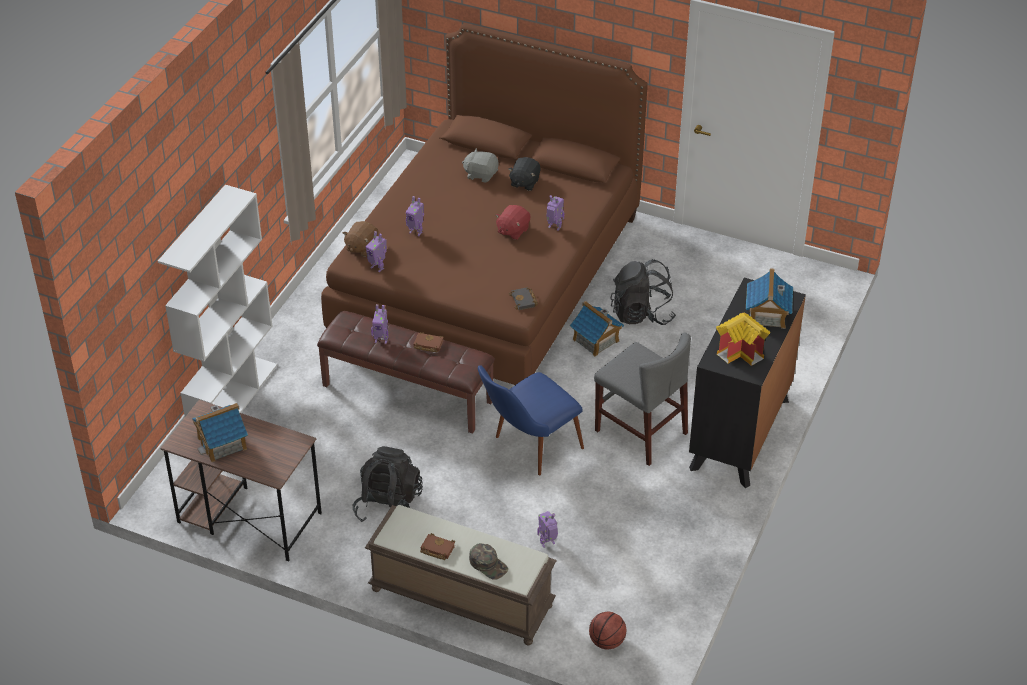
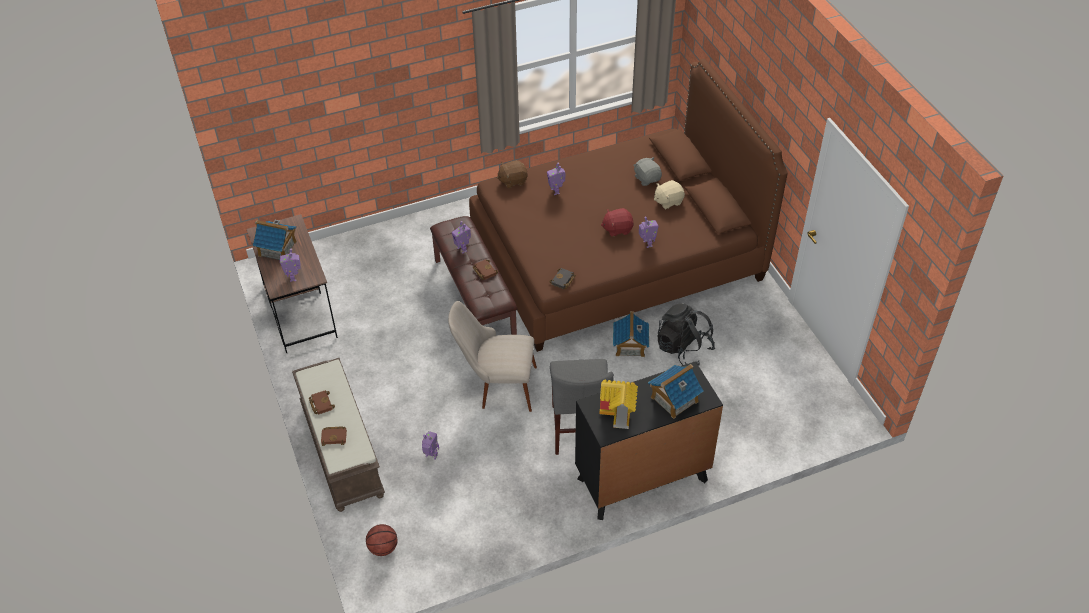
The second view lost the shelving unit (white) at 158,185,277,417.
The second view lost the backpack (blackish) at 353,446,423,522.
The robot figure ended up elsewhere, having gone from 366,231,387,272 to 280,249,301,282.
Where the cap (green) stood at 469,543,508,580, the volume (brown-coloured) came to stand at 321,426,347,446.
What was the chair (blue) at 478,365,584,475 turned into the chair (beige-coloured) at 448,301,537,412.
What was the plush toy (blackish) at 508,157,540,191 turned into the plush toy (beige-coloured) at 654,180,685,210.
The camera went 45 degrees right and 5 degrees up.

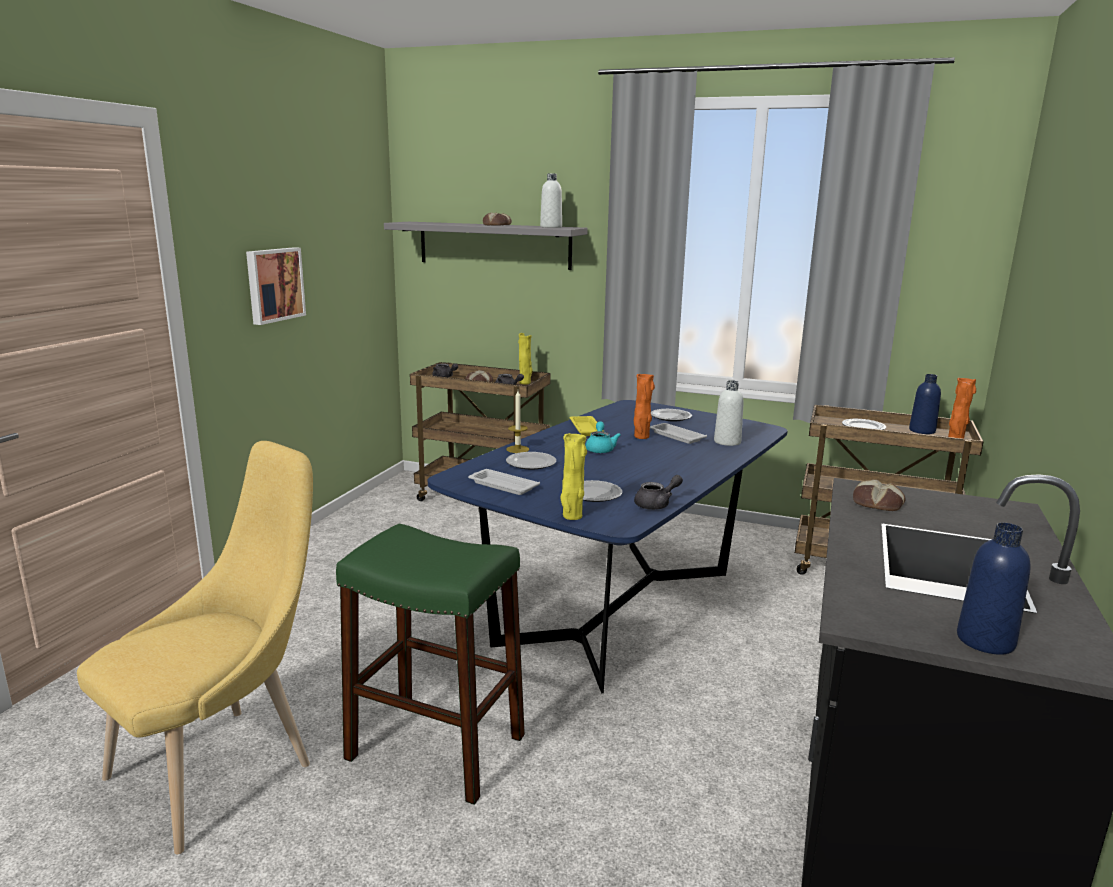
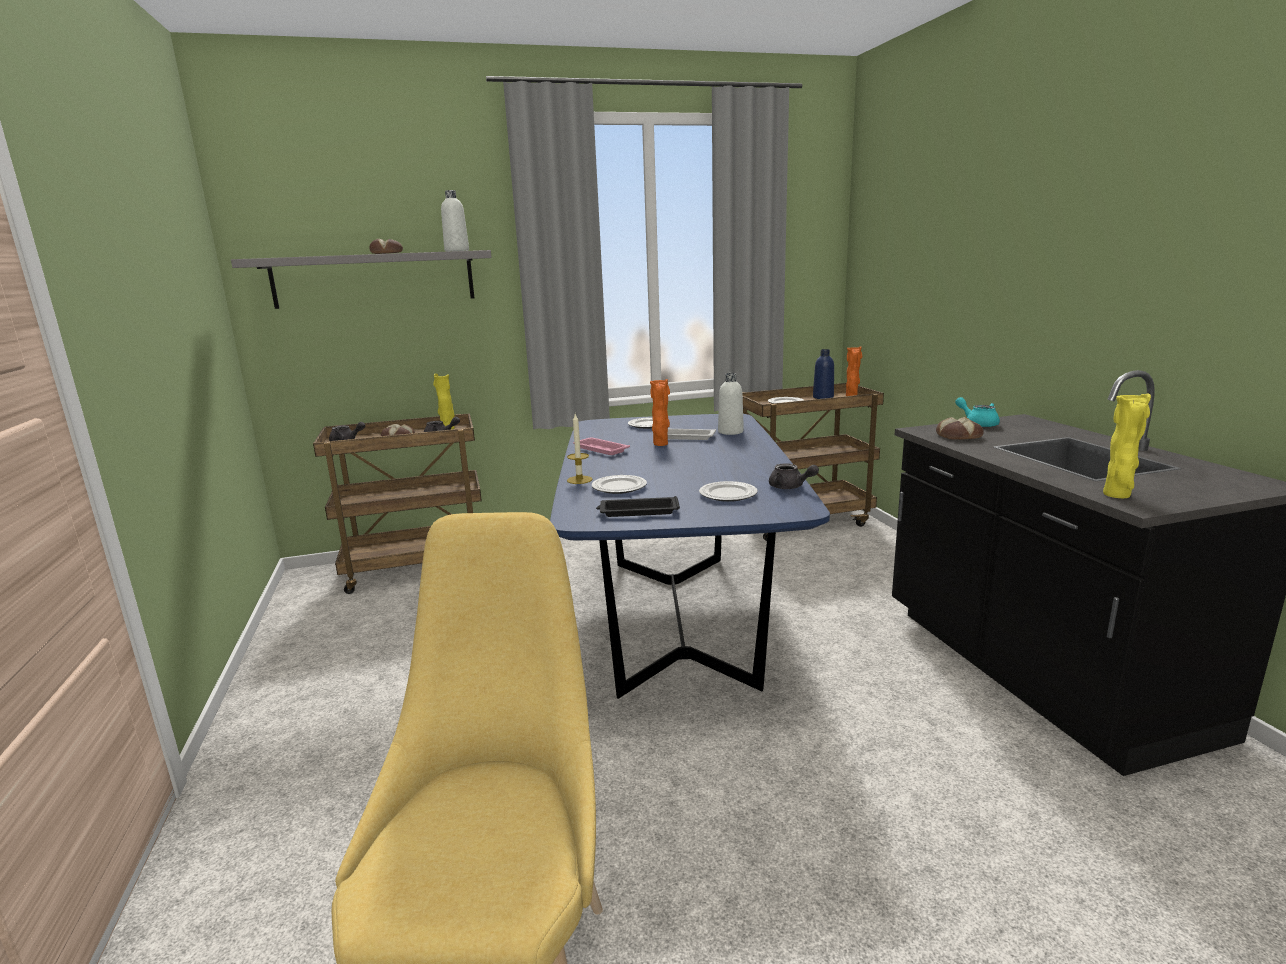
The second view lost the picture at 246,247,306,325.
The second view lost the stool (green) at 336,524,525,805.
What was the serving tray (white) at 468,469,540,495 turned into the serving tray (blackish) at 596,496,680,517.
The decorative vase (yellowish) ended up elsewhere, having gone from 560,433,587,520 to 1103,394,1151,498.
What was the serving tray (yellowish) at 570,416,604,436 turned into the serving tray (pink-coloured) at 573,437,630,455.
The tea pot (turquoise) ended up elsewhere, having gone from 585,421,621,453 to 955,397,1000,427.
The tea pot (greyish) at 634,475,683,510 ended up facing another way, 105 degrees clockwise from before.
The second view lost the drink bottle (blue) at 957,523,1031,655.
The camera went 35 degrees left and 0 degrees up.

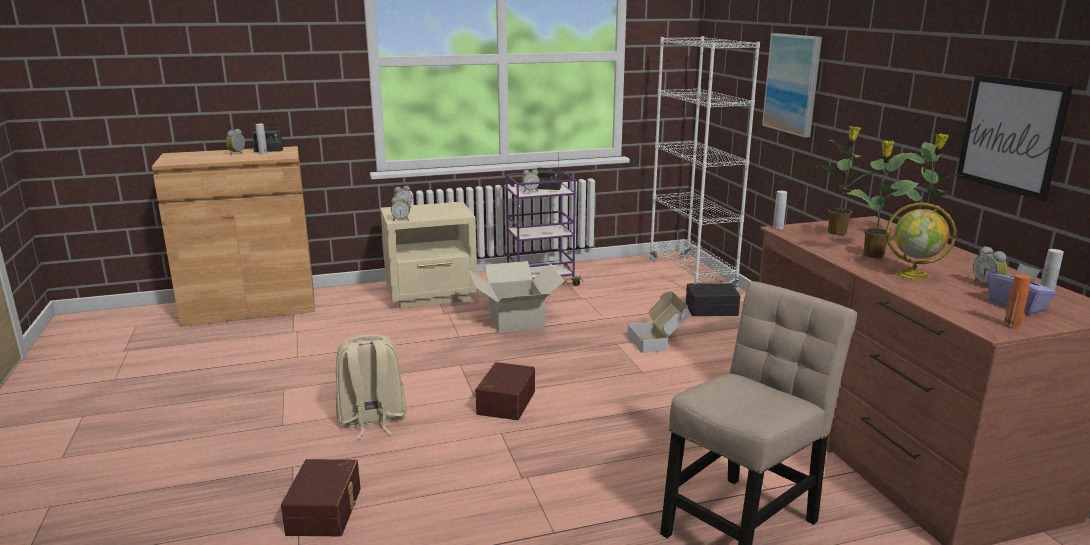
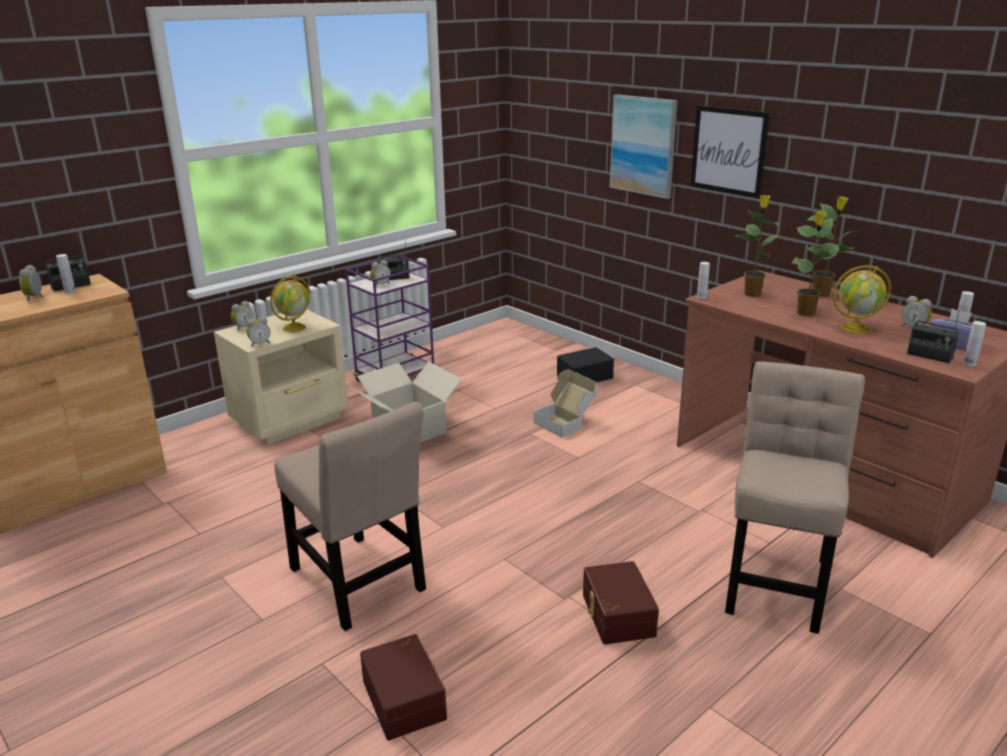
Where the backpack (beige-coloured) stood at 336,335,406,439, the chair (beige-coloured) came to stand at 274,402,426,631.
The storage box (brown-coloured) ended up elsewhere, having gone from 475,362,535,420 to 583,561,659,645.
The second view lost the shelving unit (white) at 649,36,760,288.
The picture ended up elsewhere, having gone from 956,74,1073,201 to 691,105,770,199.
What was the drink bottle (orange) at 1004,274,1031,329 turned into the drink bottle (white) at 963,321,986,366.
The second view gained the globe at 270,276,311,332.
The second view gained the radio set at 907,305,961,364.
The camera went 25 degrees left and 5 degrees up.

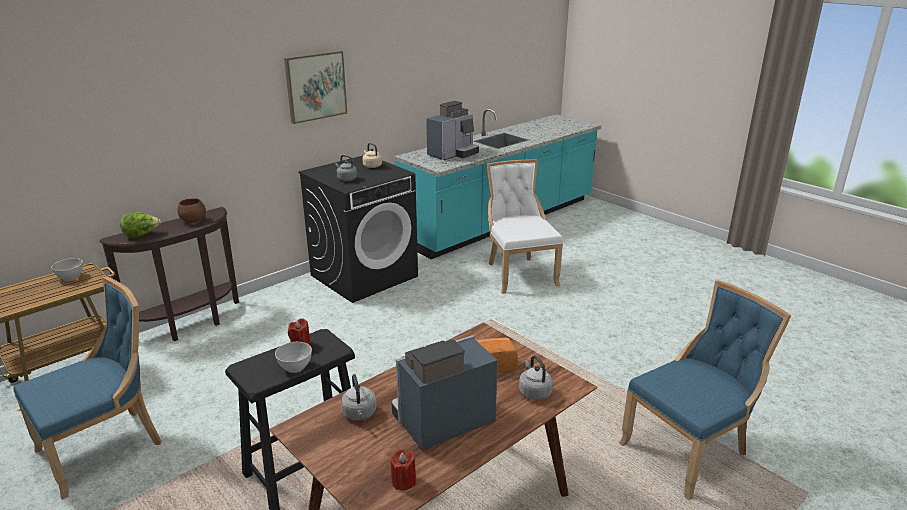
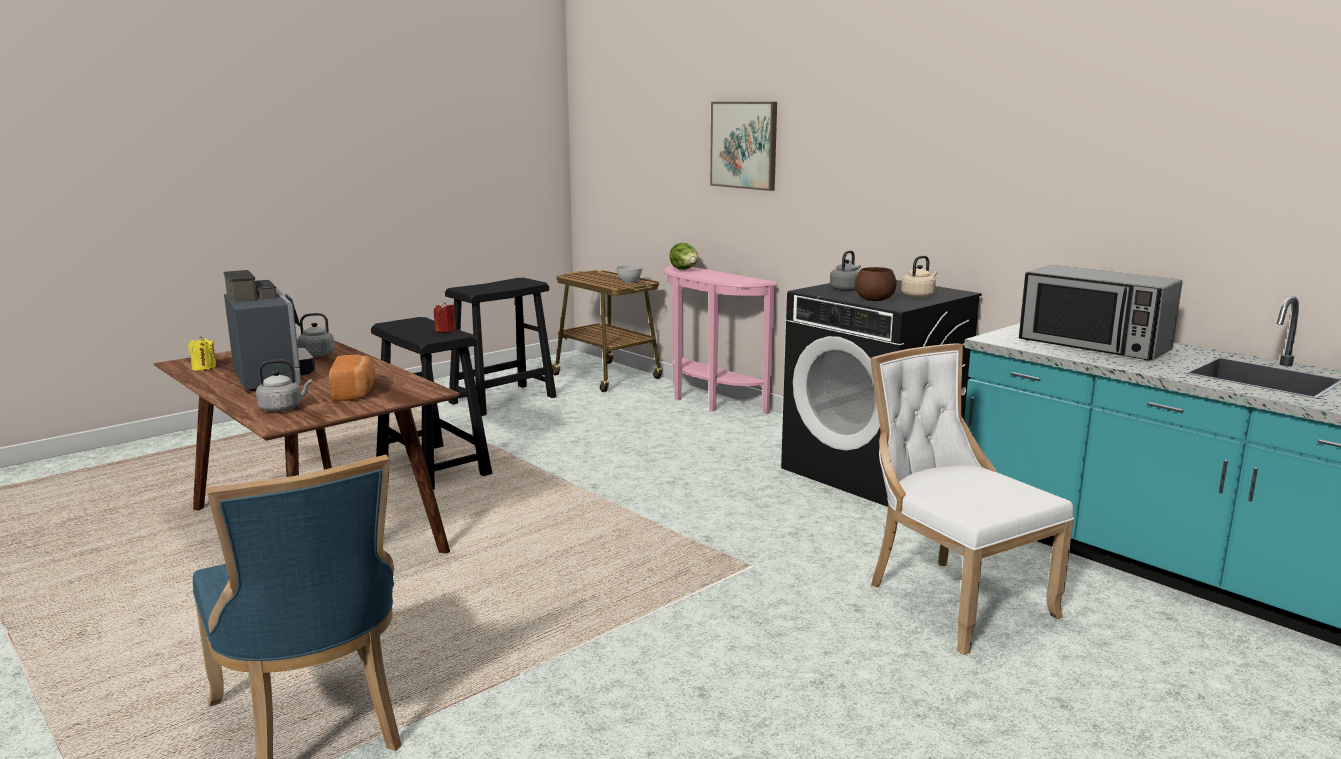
Where the chair (blue) stood at 13,277,162,500, the stool (blackish) came to stand at 445,278,556,416.
What was the narrow table (brown-coloured) at 99,207,239,341 turned into the narrow table (pink-coloured) at 663,265,777,414.
The serving bowl (brown-coloured) ended up elsewhere, having gone from 177,198,206,223 to 855,267,897,301.
The second view lost the serving bowl (greyish) at 275,342,312,373.
The picture ended up elsewhere, having gone from 284,51,347,124 to 710,102,777,191.
What was the candle (red) at 390,450,416,490 turned into the candle (yellowish) at 188,336,216,371.
Where the coffee machine stood at 426,101,479,160, the kitchen microwave came to stand at 1019,265,1182,360.
The chair (white) at 487,159,563,294 ended up facing another way, 105 degrees counterclockwise from before.
The camera went 90 degrees right and 10 degrees down.

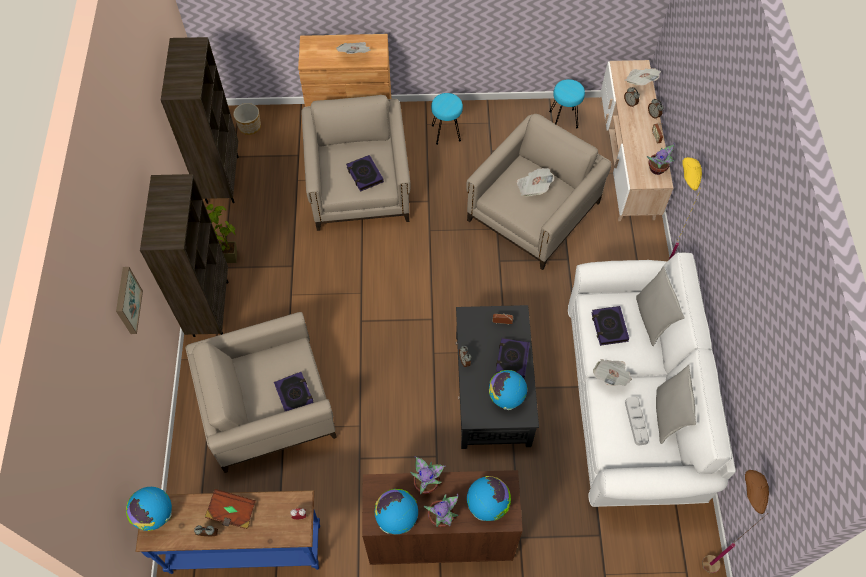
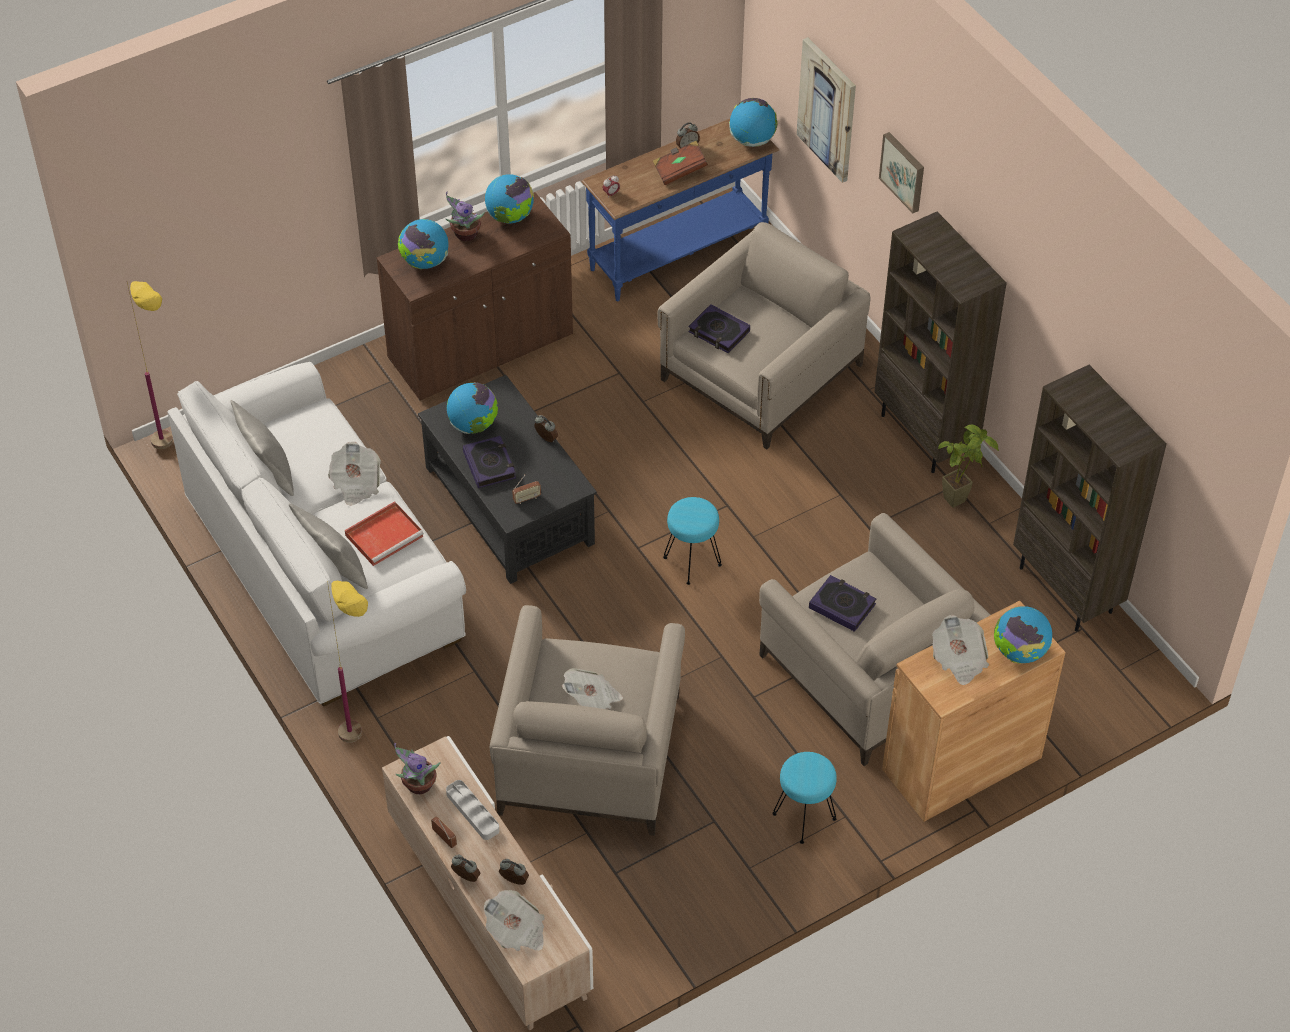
The second view lost the planter at 233,103,261,135.
The second view lost the houseplant at 410,456,446,494.
The stool (turquoise) ended up elsewhere, having gone from 549,79,585,128 to 663,497,722,585.
Where the volume stood at 591,306,629,346, the serving tray (red) came to stand at 345,501,424,566.
The serving tray (greyish) ended up elsewhere, having gone from 625,397,649,445 to 446,780,499,840.
What was the floor lamp (brown-coloured) at 702,470,769,573 turned into the floor lamp (yellowish) at 127,281,173,449.
The second view gained the picture at 796,37,856,183.
The second view gained the globe at 994,606,1052,664.
The camera went 150 degrees right and 10 degrees down.

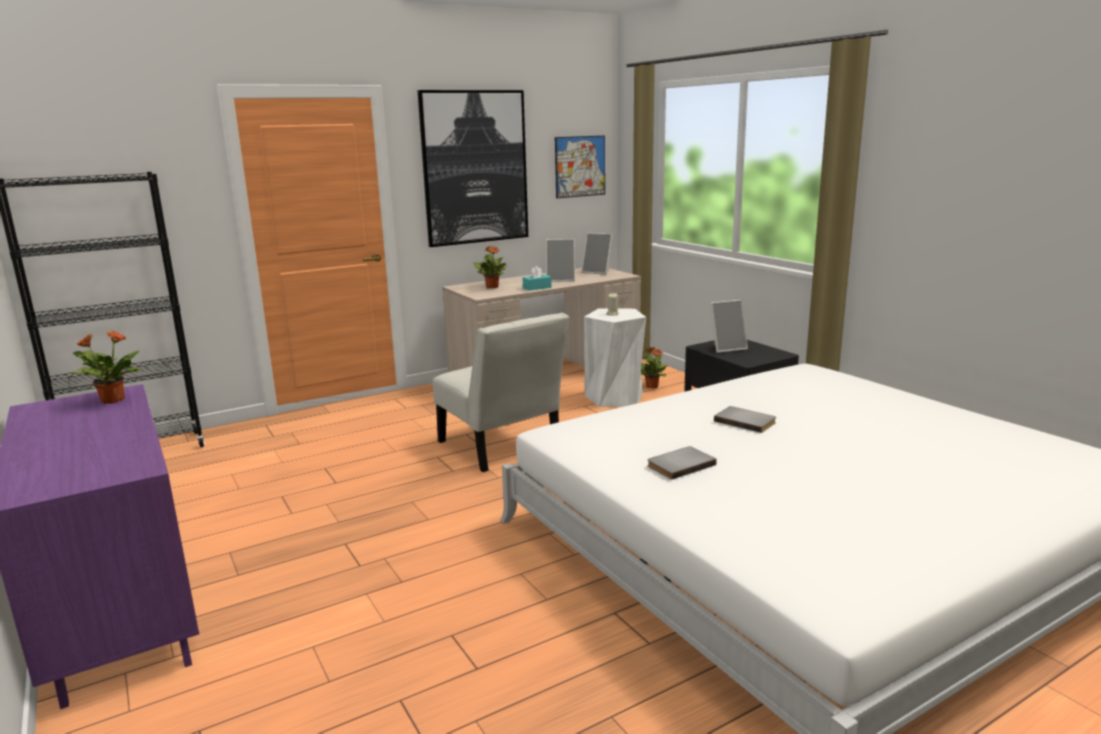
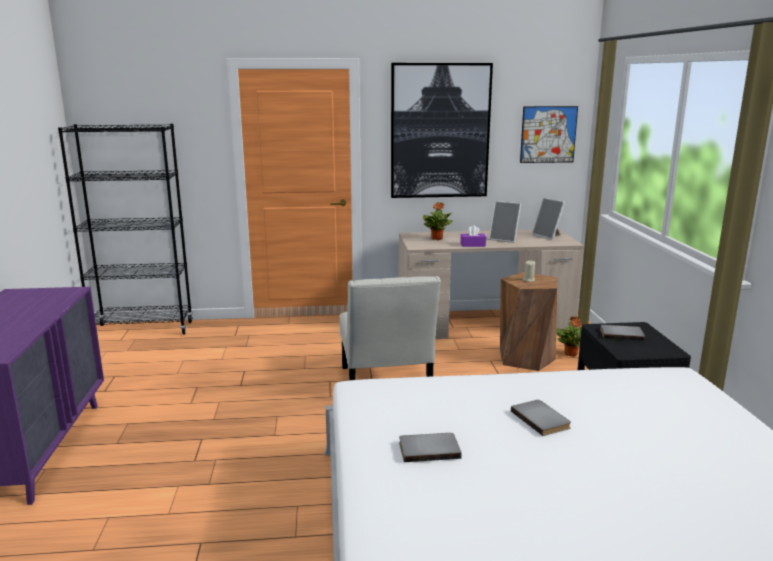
The second view lost the houseplant at 69,330,141,404.
What was the box of tissues (turquoise) at 523,266,552,291 turned into the box of tissues (purple-coloured) at 461,225,486,247.
What was the stool (white) at 584,308,646,407 turned into the stool (brown-coloured) at 500,272,558,371.
Where the photo frame stood at 710,300,748,353, the volume (greyish) came to stand at 600,325,645,341.
The camera went 25 degrees right and 0 degrees up.

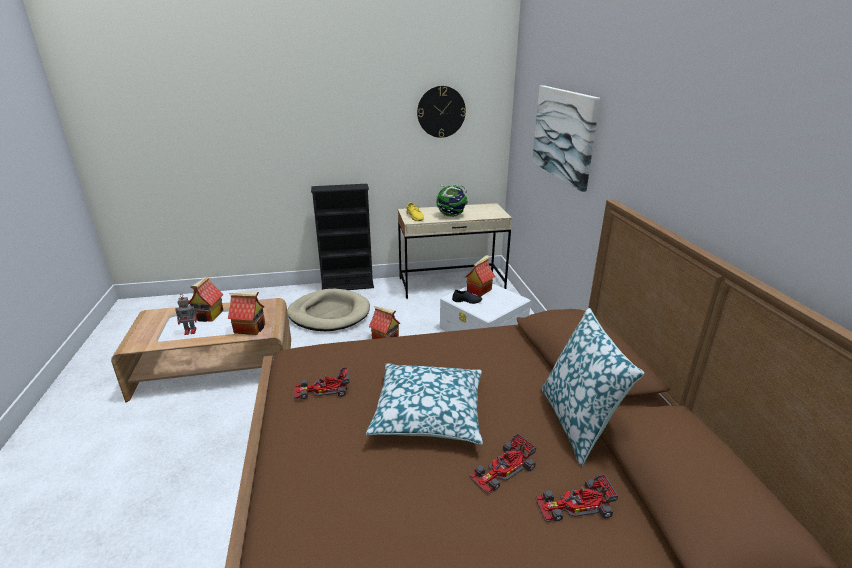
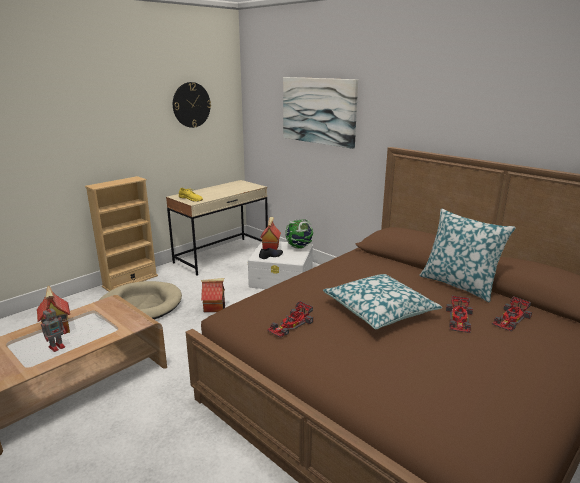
The second view lost the miniature house at 228,292,265,335.
What was the shelving unit (blackish) at 311,184,374,290 turned into the shelving unit (beige-coloured) at 85,176,158,292.
The globe ended up elsewhere, having gone from 436,184,468,217 to 285,219,313,249.
The camera went 35 degrees left and 5 degrees down.

